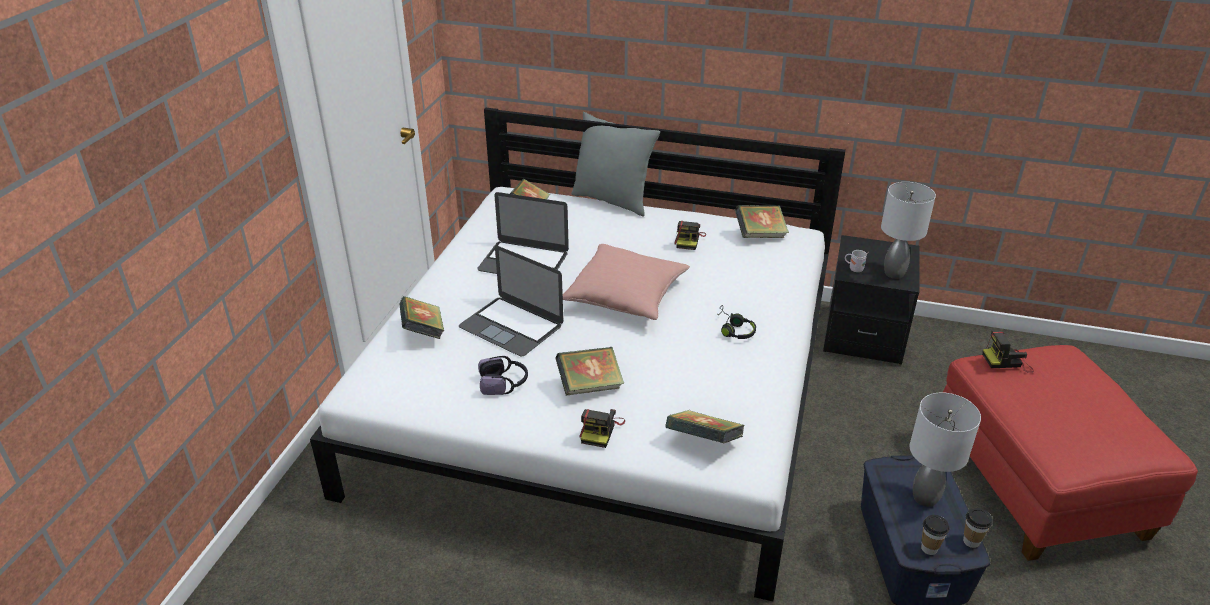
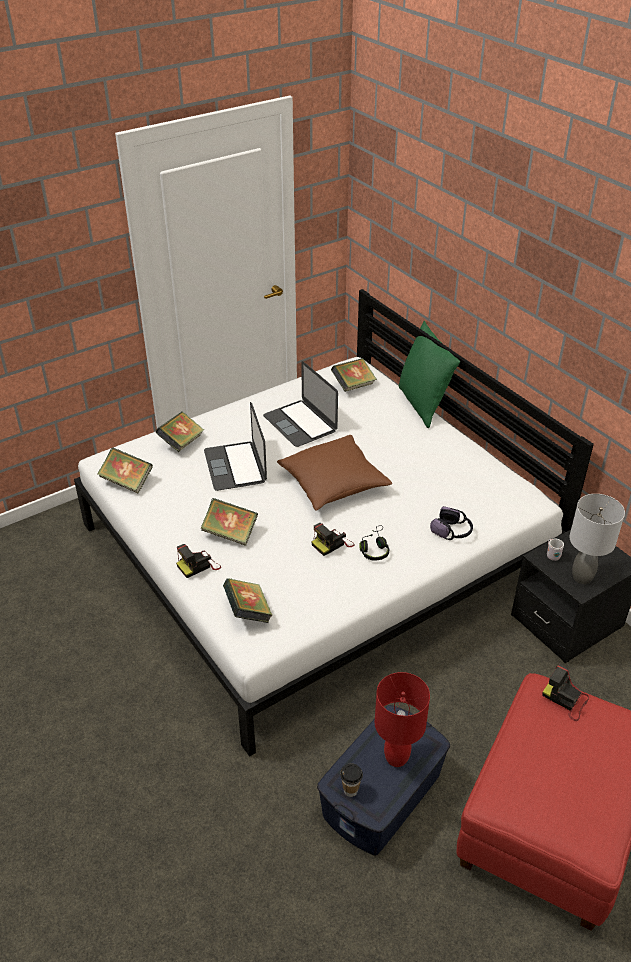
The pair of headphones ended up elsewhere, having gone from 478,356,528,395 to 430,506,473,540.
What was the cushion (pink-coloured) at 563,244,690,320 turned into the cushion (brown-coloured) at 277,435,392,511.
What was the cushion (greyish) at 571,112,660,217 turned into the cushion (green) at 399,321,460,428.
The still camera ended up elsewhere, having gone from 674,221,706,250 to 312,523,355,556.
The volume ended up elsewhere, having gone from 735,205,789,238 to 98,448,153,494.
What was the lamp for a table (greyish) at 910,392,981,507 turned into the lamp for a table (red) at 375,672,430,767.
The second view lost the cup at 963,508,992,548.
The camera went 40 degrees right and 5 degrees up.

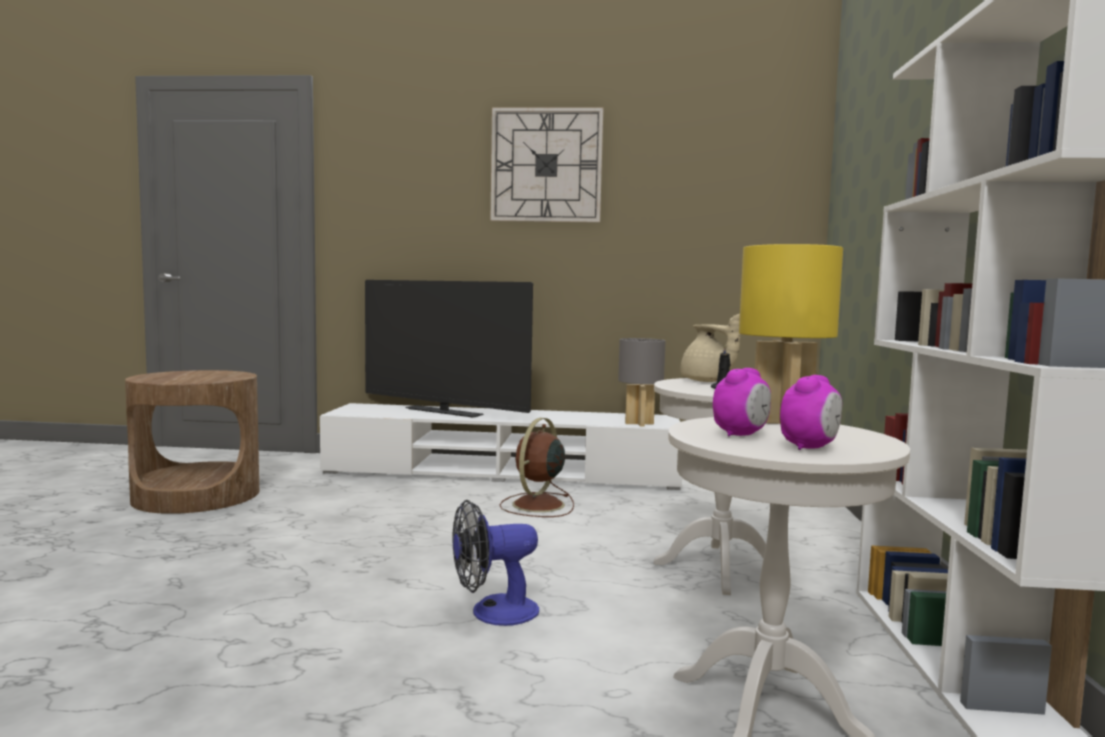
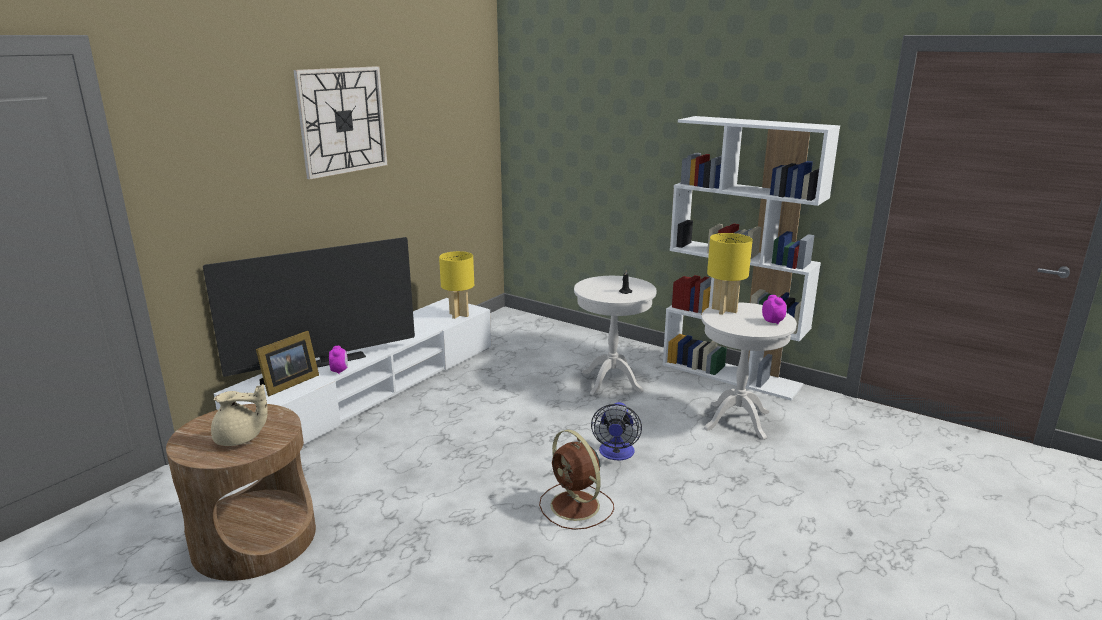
The cooling fan (brown-coloured) ended up elsewhere, having gone from 500,418,574,517 to 539,429,614,530.
What was the lamp for a table (greyish) at 618,338,666,427 turned into the lamp for a table (yellowish) at 439,251,474,319.
The tea pot (beige-coloured) ended up elsewhere, having gone from 680,314,740,382 to 211,384,268,446.
The alarm clock ended up elsewhere, having gone from 713,368,771,437 to 329,346,348,374.
The second view gained the photo frame at 256,331,319,396.
The camera went 60 degrees left and 15 degrees up.

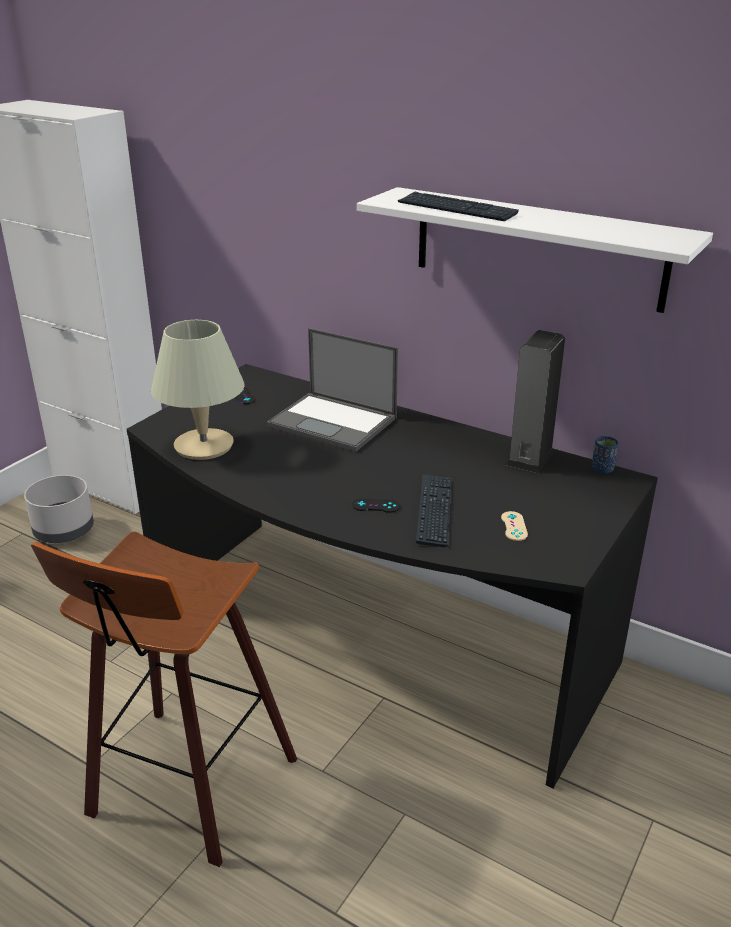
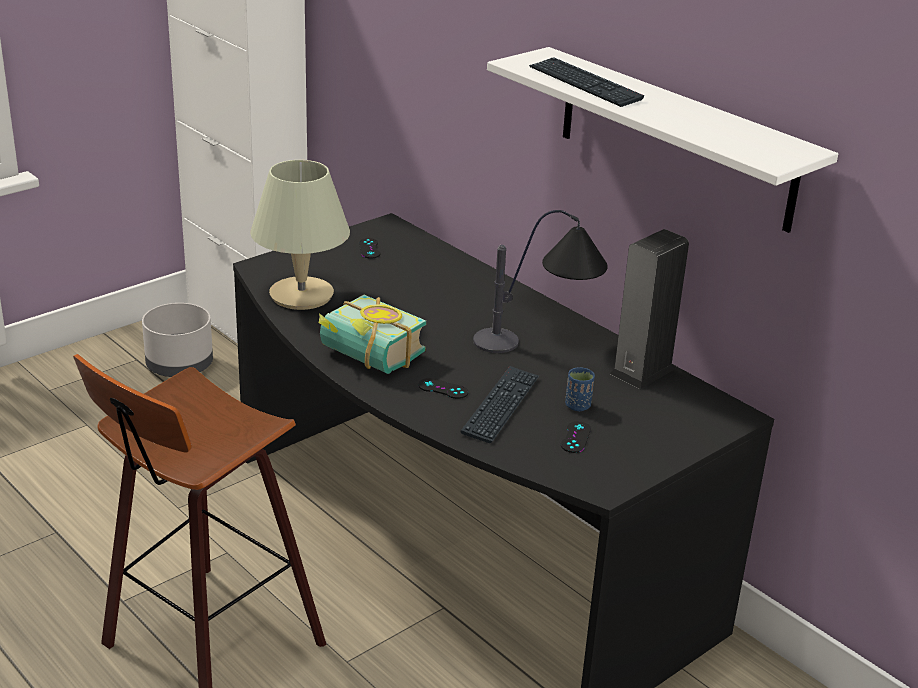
The second view lost the laptop at 267,328,398,452.
What was the game controller (beige-coloured) at 501,511,528,541 turned into the game controller (blackish) at 561,421,591,453.
The cup (blue) ended up elsewhere, having gone from 592,436,619,474 to 565,367,595,411.
The second view gained the volume at 319,295,426,374.
The second view gained the lamp for a table at 473,210,608,353.
The camera went 15 degrees right and 0 degrees up.

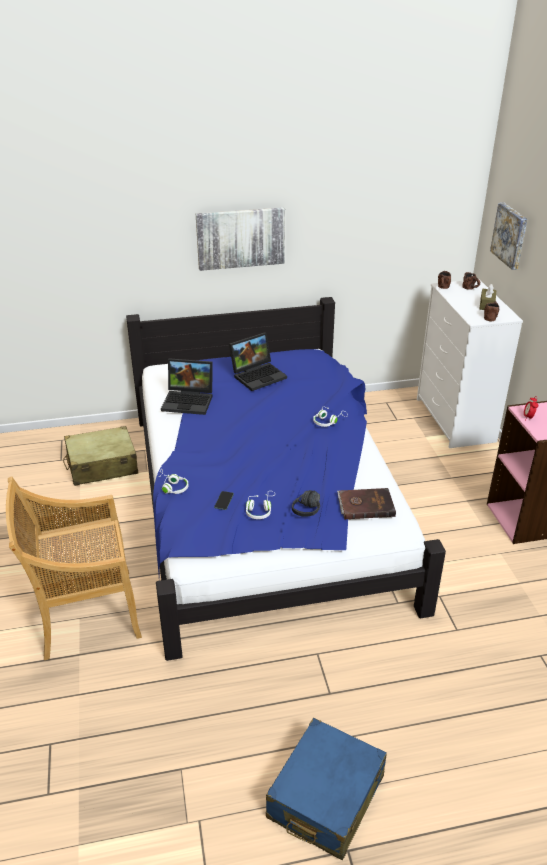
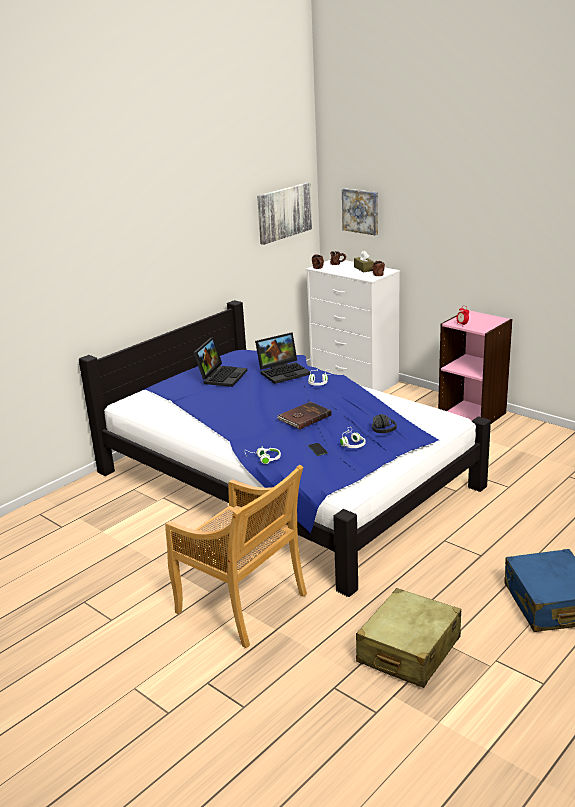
The chair (beige-coloured) at 6,476,142,660 ended up facing another way, 90 degrees counterclockwise from before.
The suitcase (beige-coloured) ended up elsewhere, having gone from 63,426,138,486 to 356,588,461,688.
The laptop ended up elsewhere, having gone from 161,358,213,415 to 255,333,310,384.
The picture ended up elsewhere, having gone from 196,207,285,271 to 257,182,312,245.
The volume (brown-coloured) ended up elsewhere, having gone from 337,488,396,519 to 277,402,332,430.
The camera went 35 degrees left and 10 degrees down.

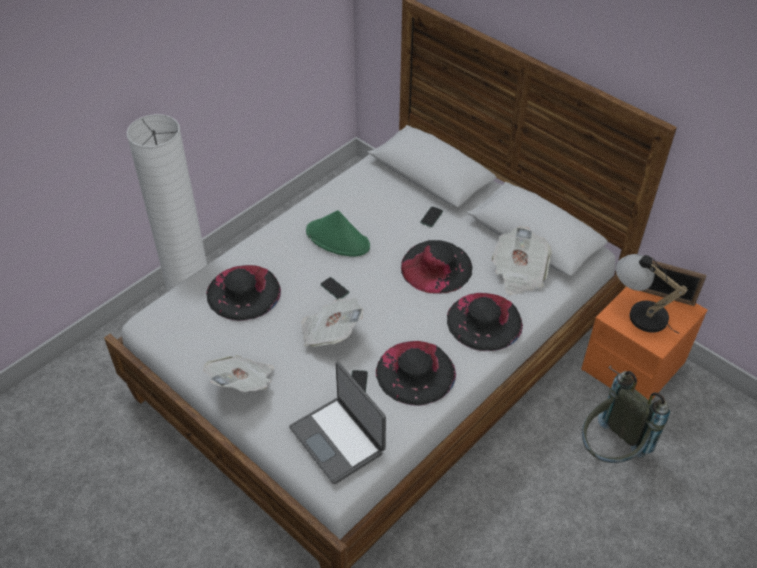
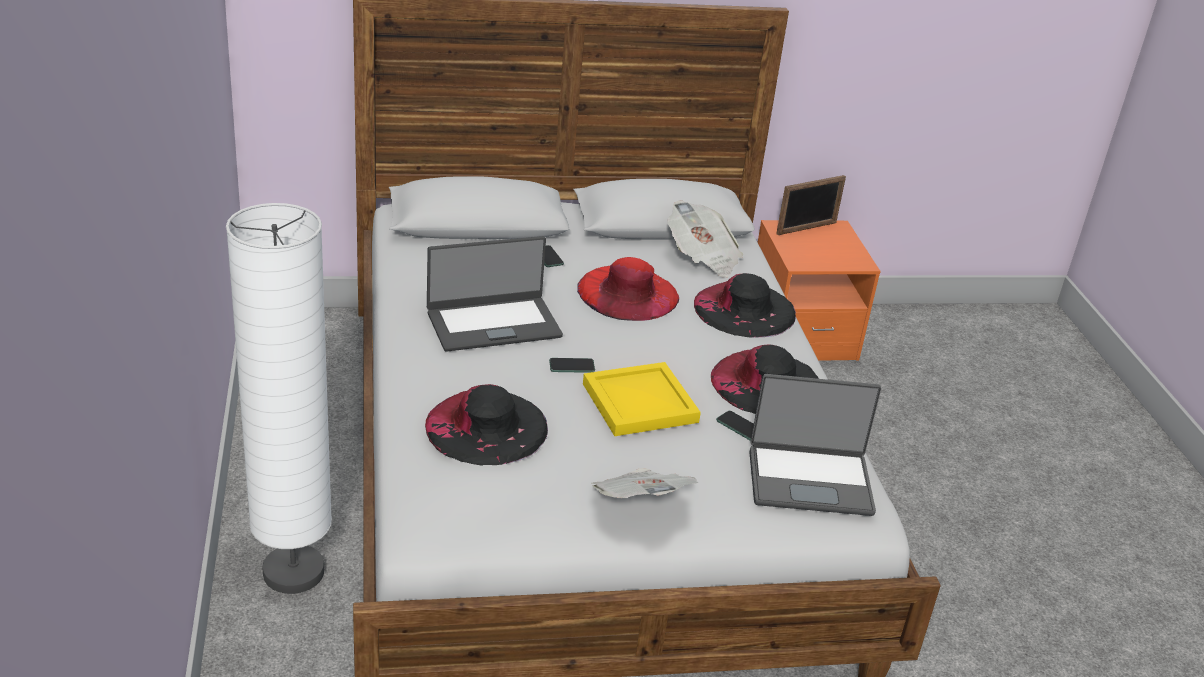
Where the daily paper stood at 301,298,363,347, the serving tray (yellowish) came to stand at 583,362,701,436.
Where the clothing hat (green) stood at 306,210,370,257, the laptop came to stand at 427,236,563,352.
What was the clothing hat (blackish) at 401,240,472,294 turned into the clothing hat (red) at 577,257,679,321.
The second view lost the backpack (greyish) at 582,371,670,463.
The second view lost the lamp for a table at 616,254,688,334.
The camera went 55 degrees left and 15 degrees down.

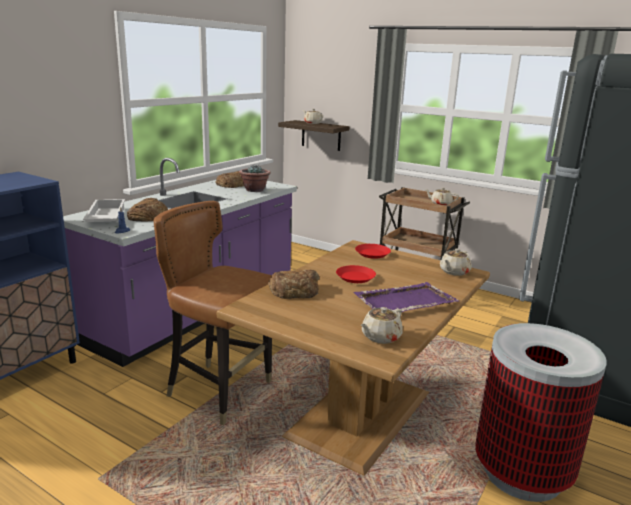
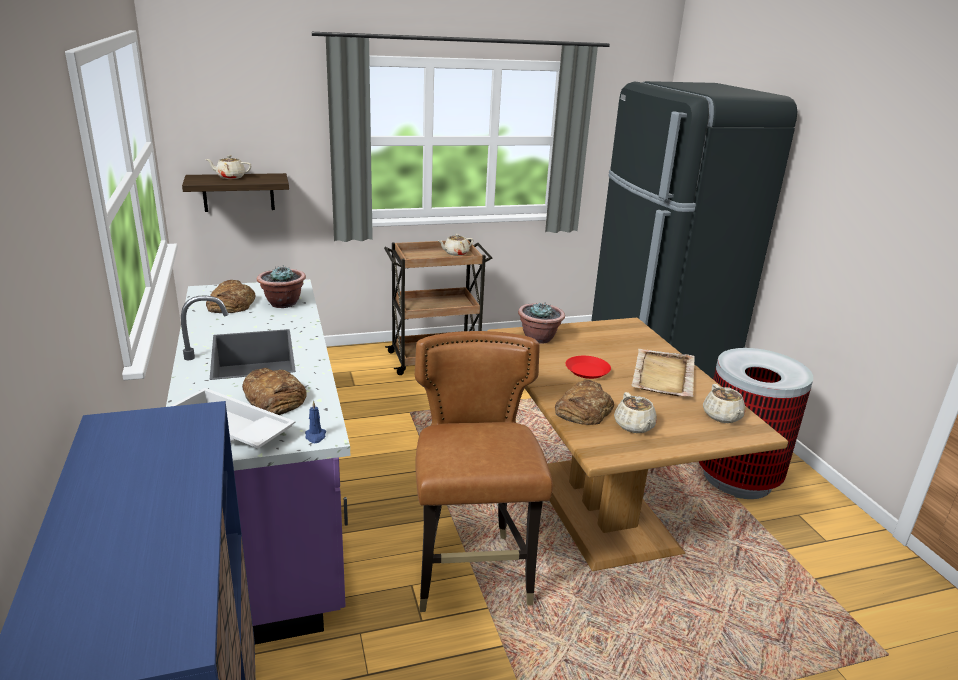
The chair (brown-coloured) at 154,201,272,425 ended up facing another way, 105 degrees clockwise from before.
What was the serving tray (purple-coloured) at 353,282,459,313 turned into the serving tray (beige-coloured) at 631,349,695,397.
Where the plate (red) stood at 355,244,391,259, the houseplant came to stand at 518,302,565,344.
The tea pot (beige-coloured) ended up elsewhere, having gone from 440,249,472,276 to 614,392,657,433.
The camera went 50 degrees left and 5 degrees up.

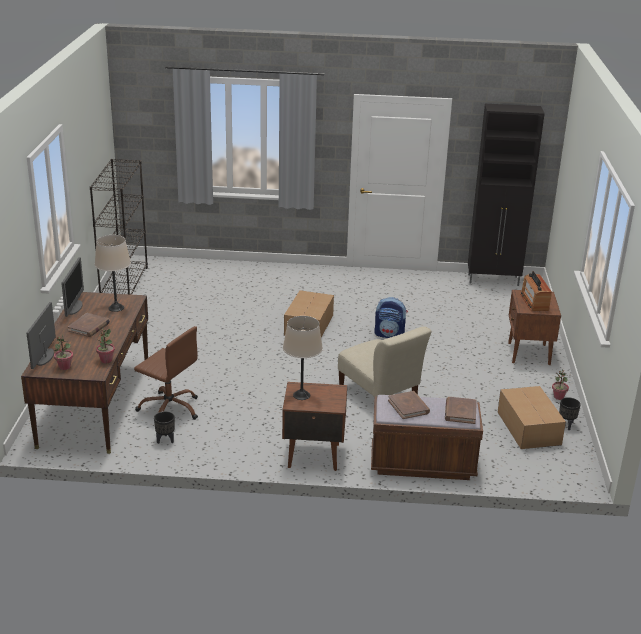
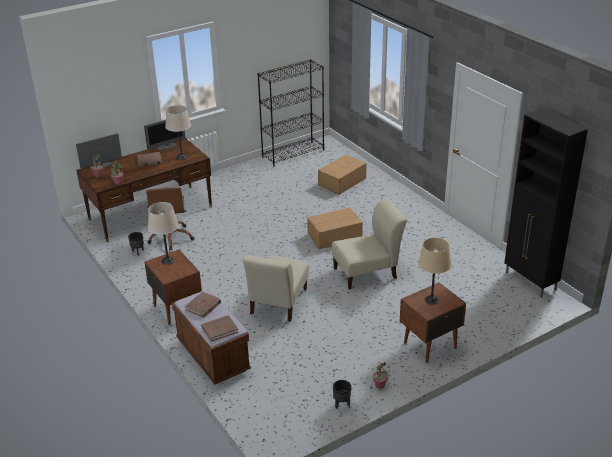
Where the backpack stood at 374,297,408,338, the chair (beige-coloured) came to stand at 332,199,407,289.
The cardboard box ended up elsewhere, having gone from 498,386,566,449 to 318,155,366,195.
Where the radio set stood at 520,271,552,311, the lamp for a table (beige-coloured) came to stand at 418,238,451,305.
The camera went 55 degrees right and 5 degrees up.

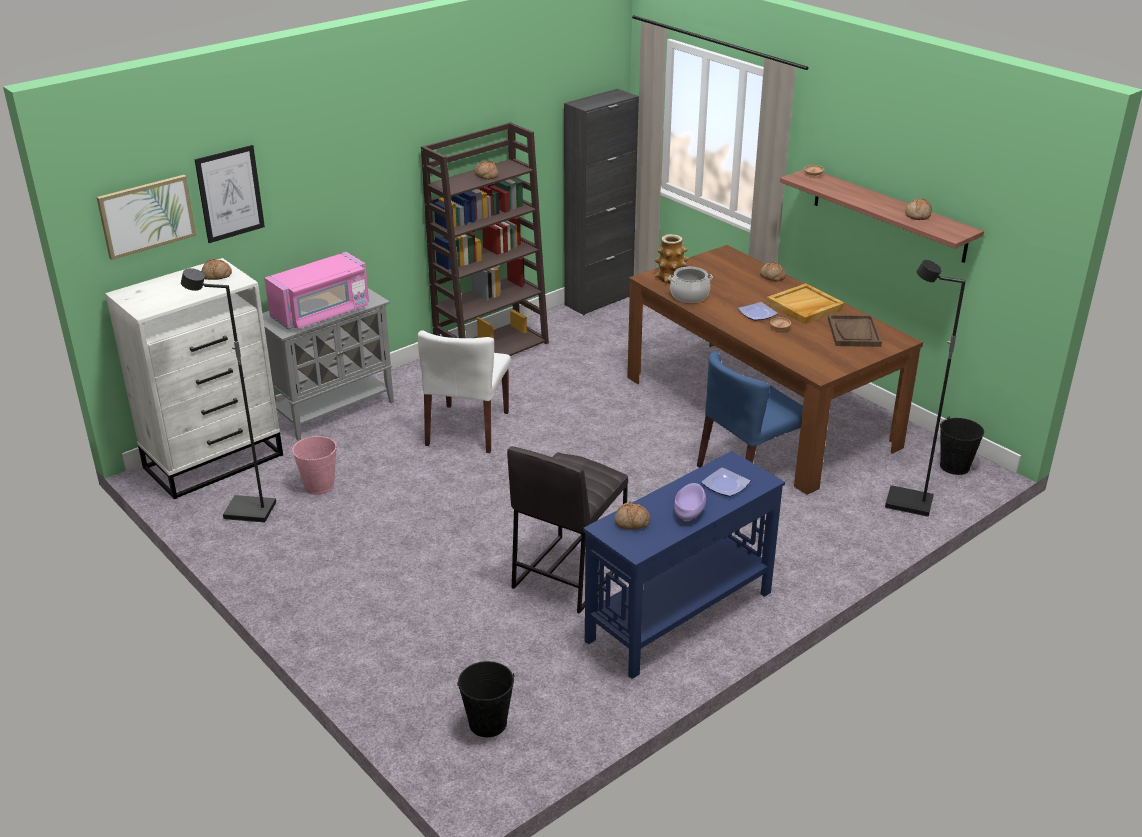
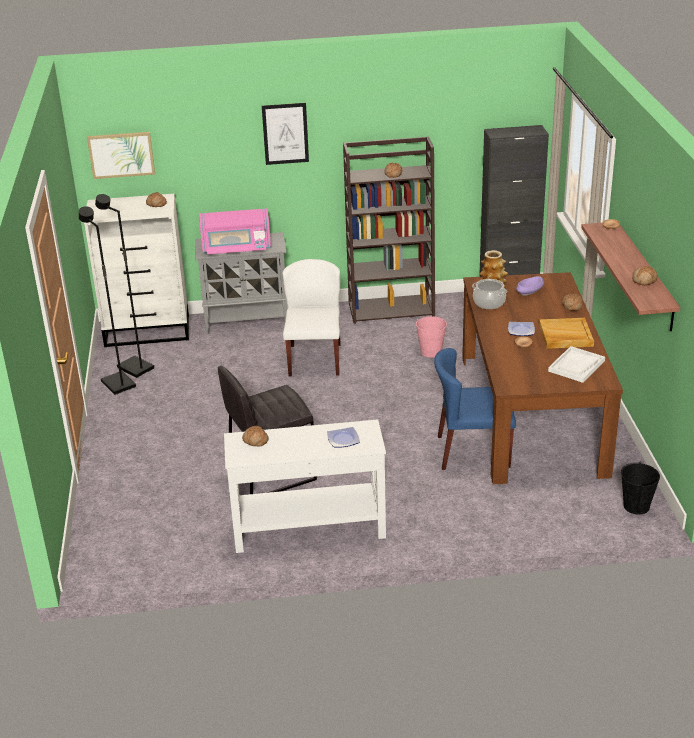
The picture ended up elsewhere, having gone from 194,145,265,243 to 262,103,309,165.
The pail (pink-coloured) ended up elsewhere, having gone from 291,436,337,495 to 416,316,447,358.
The chair (white) at 418,330,511,453 ended up facing another way, 135 degrees clockwise from before.
The second view lost the pail (blackish) at 457,661,515,737.
What was the narrow table (blue) at 583,451,785,679 turned into the narrow table (white) at 224,420,386,553.
The serving bowl (purple-coloured) ended up elsewhere, having gone from 674,483,706,521 to 516,276,544,295.
What was the serving tray (brown-coloured) at 828,314,882,347 turned into the serving tray (white) at 548,346,605,383.
The floor lamp (blackish) ended up elsewhere, having gone from 885,260,966,517 to 79,206,136,395.
The camera went 35 degrees right and 0 degrees up.

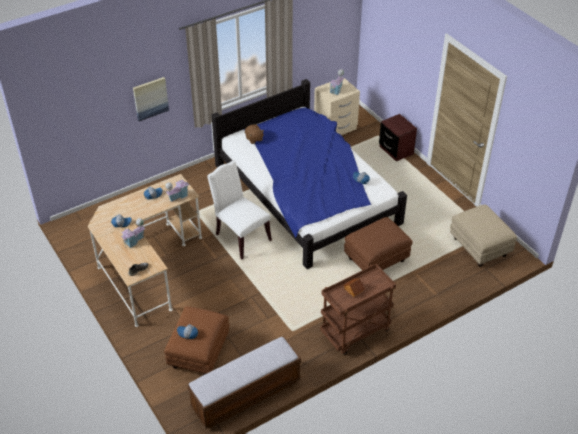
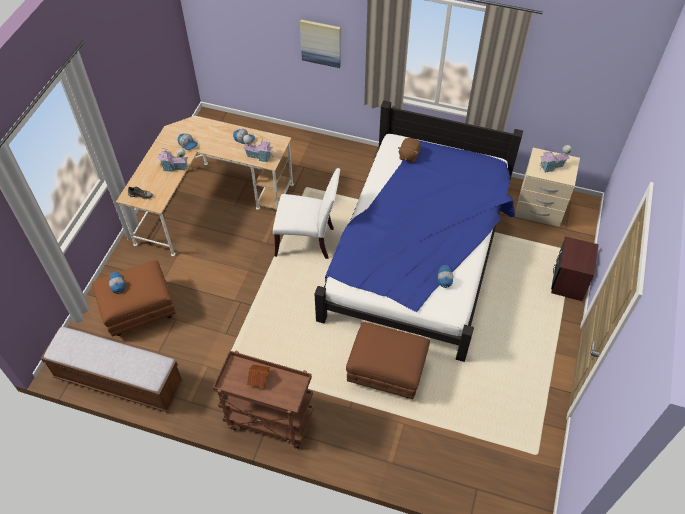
The chair (white) at 207,160,272,260 ended up facing another way, 90 degrees clockwise from before.
The second view lost the pouffe (beige-coloured) at 450,204,517,267.
The camera went 50 degrees right and 10 degrees up.

